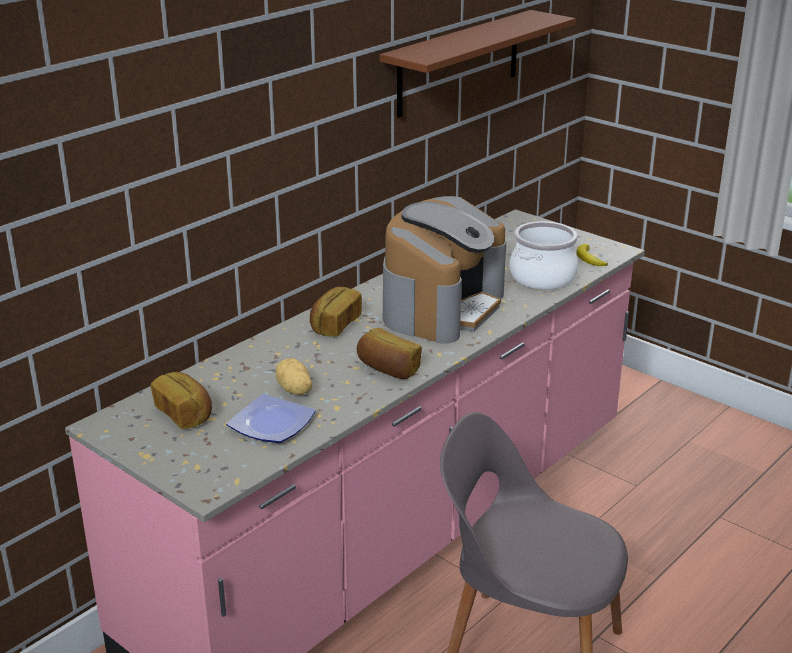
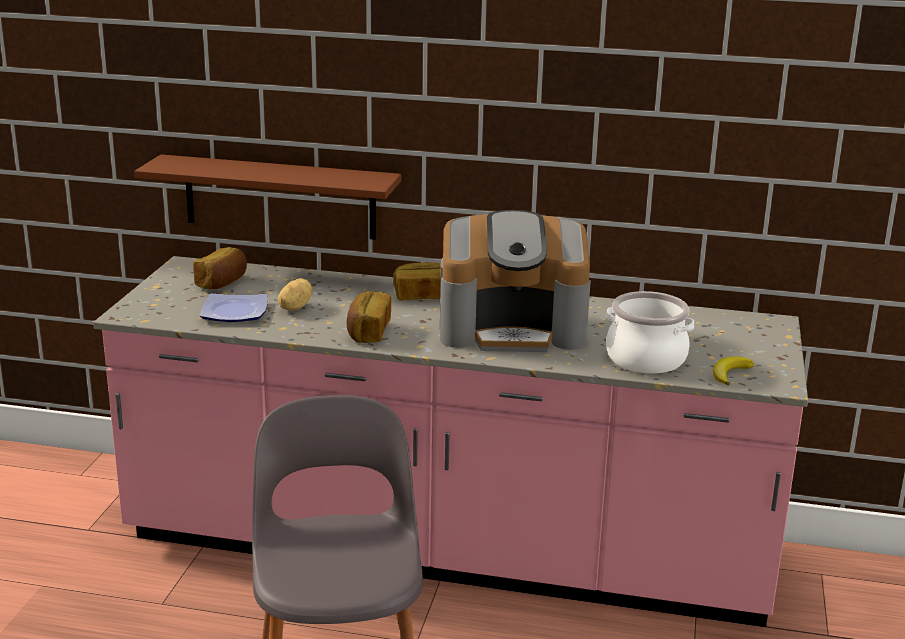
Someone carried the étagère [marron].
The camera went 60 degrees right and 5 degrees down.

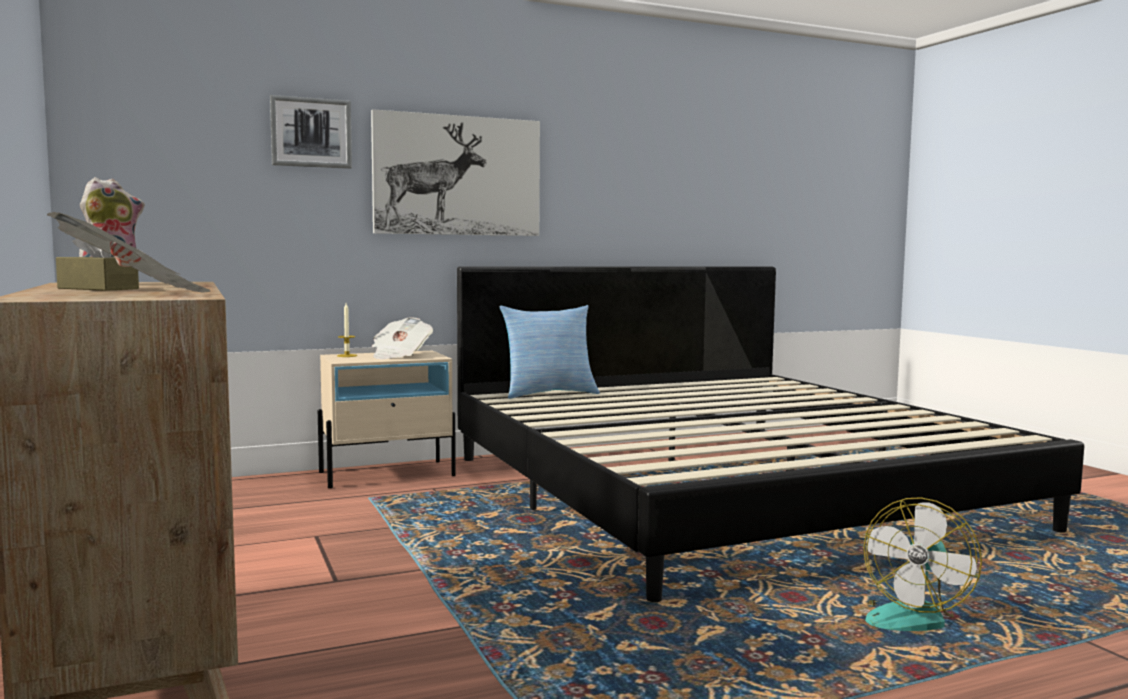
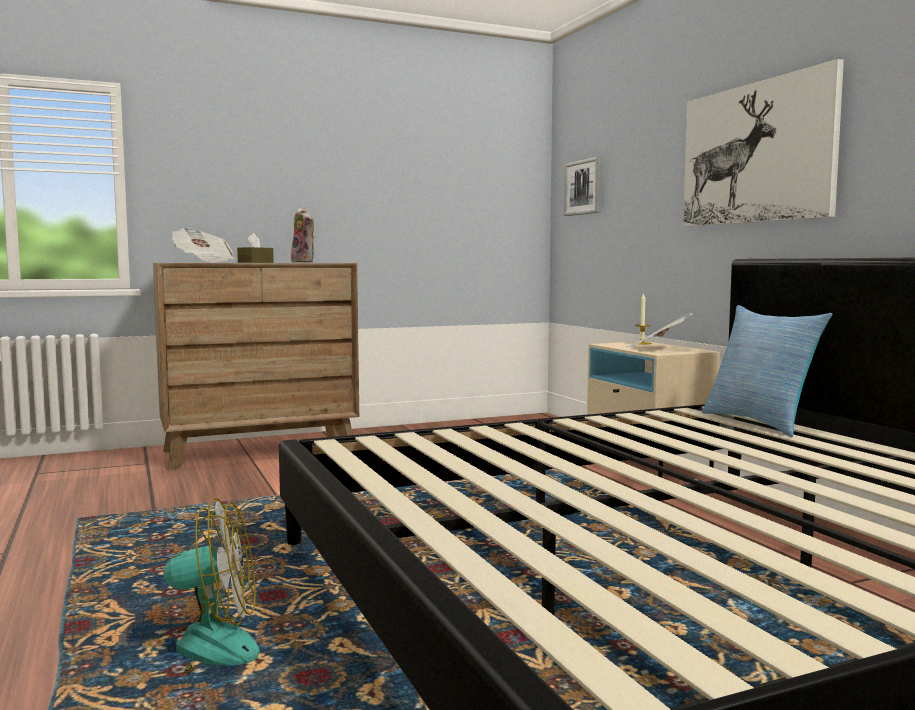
Someone carried the tableau (no. 1 from left).
Someone rotated the ventilateur by 135 degrees clockwise.
The camera went 90 degrees right and 0 degrees up.

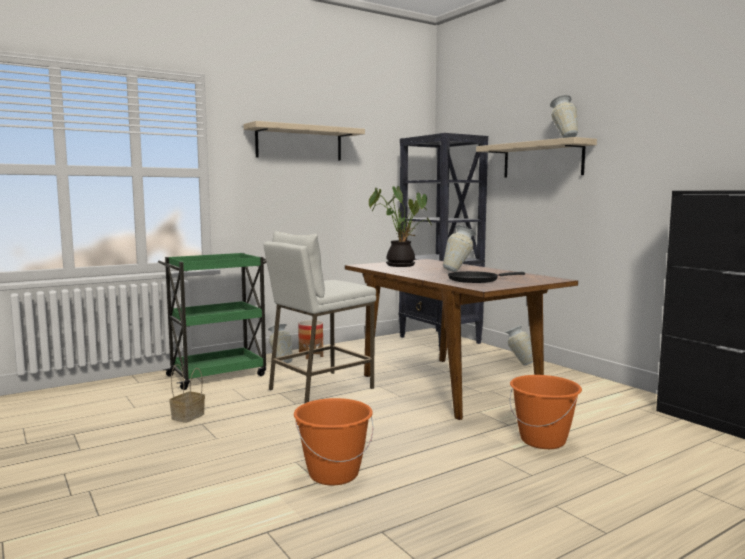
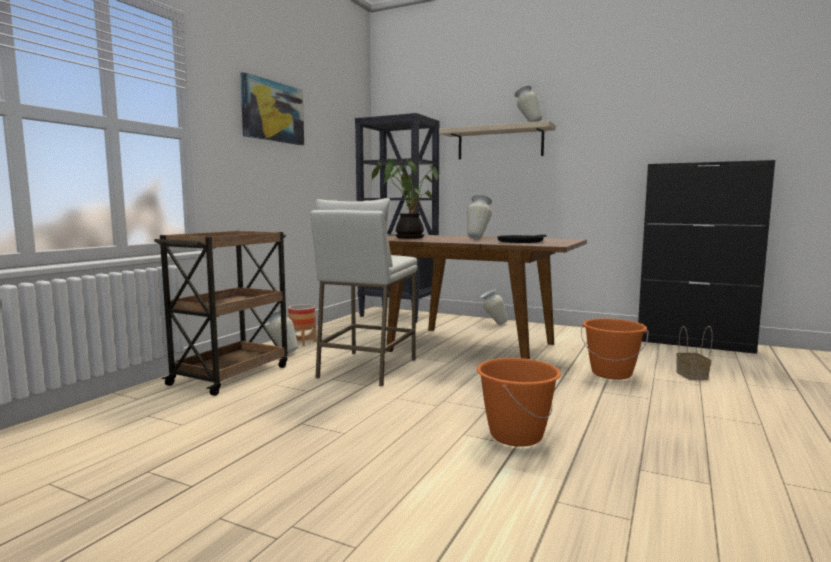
Someone repainted the chariot [vert], which became the chariot [marron].
Someone carried the panier.
Someone swapped the étagère [beige] (no. 1 from left) for the tableau.
The camera went 30 degrees left and 0 degrees up.

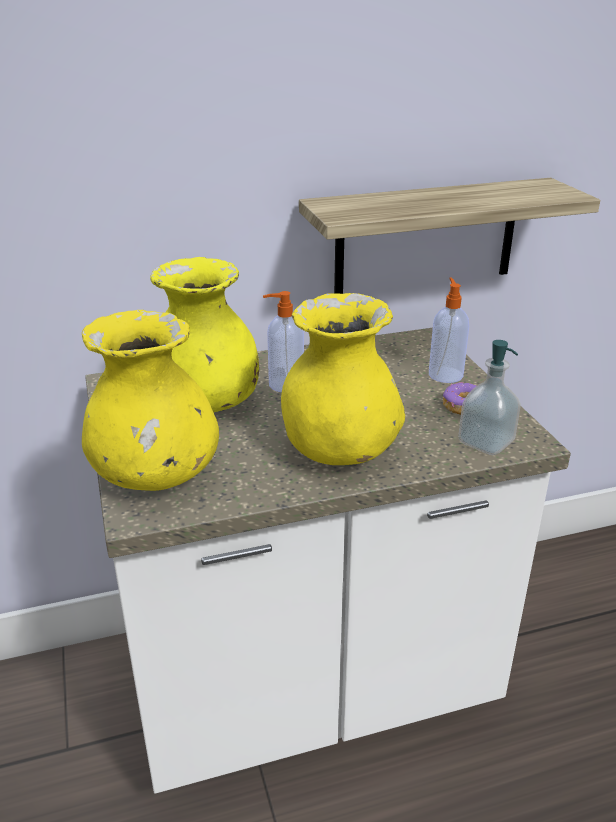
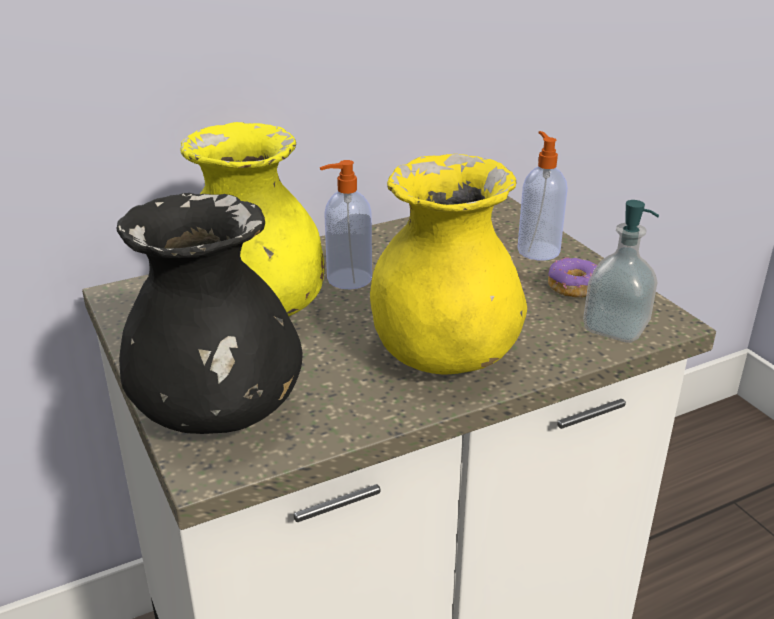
Someone repainted the vase [jaune] (no. 1 from left), which became the vase [noir].
Someone took away the étagère.
The camera went 10 degrees left and 0 degrees up.

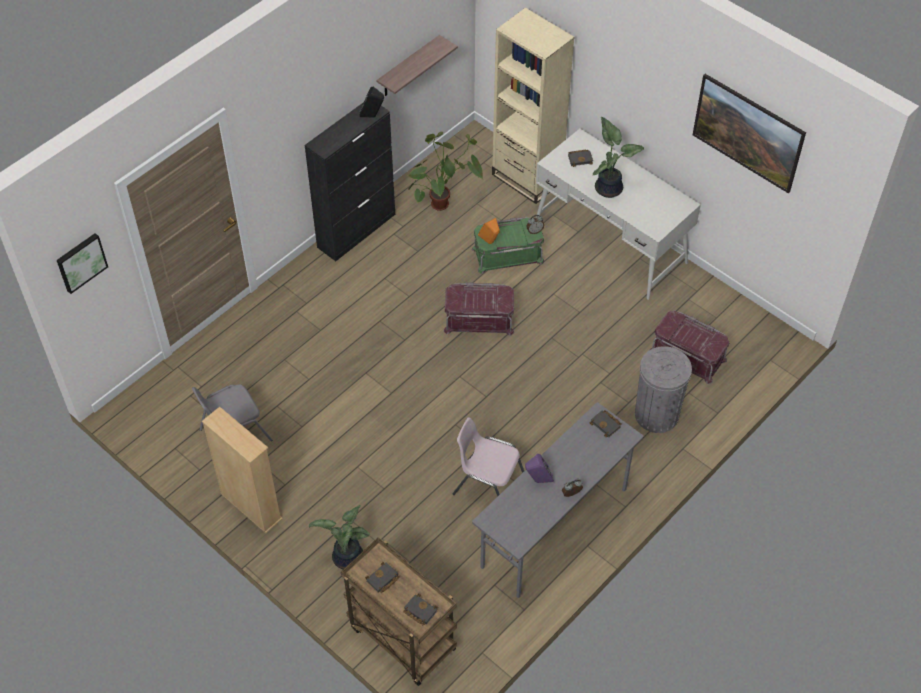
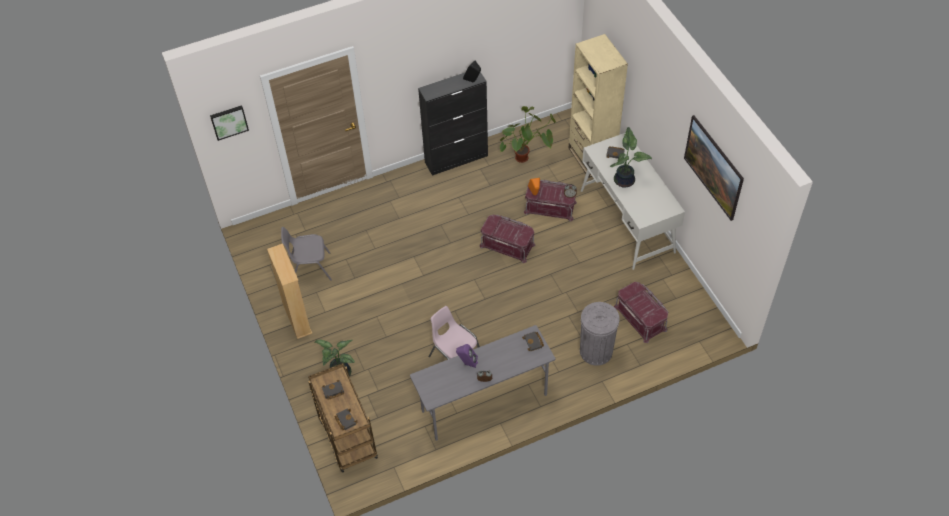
Someone took away the étagère.
Someone repainted the boîte de rangement [vert], which became the boîte de rangement [rouge] (no. 2 from left).
The camera went 25 degrees right and 0 degrees up.

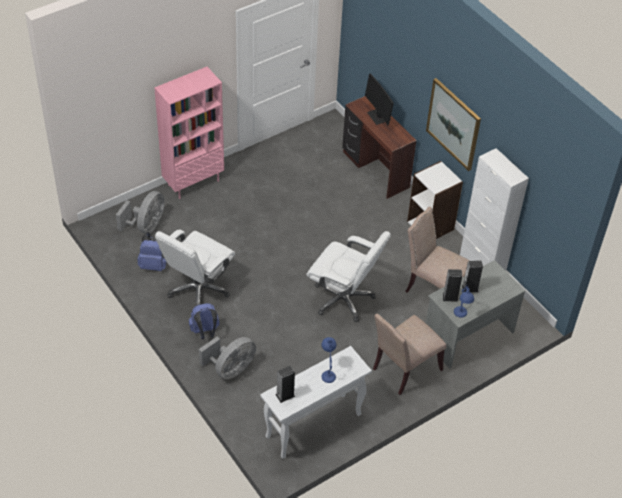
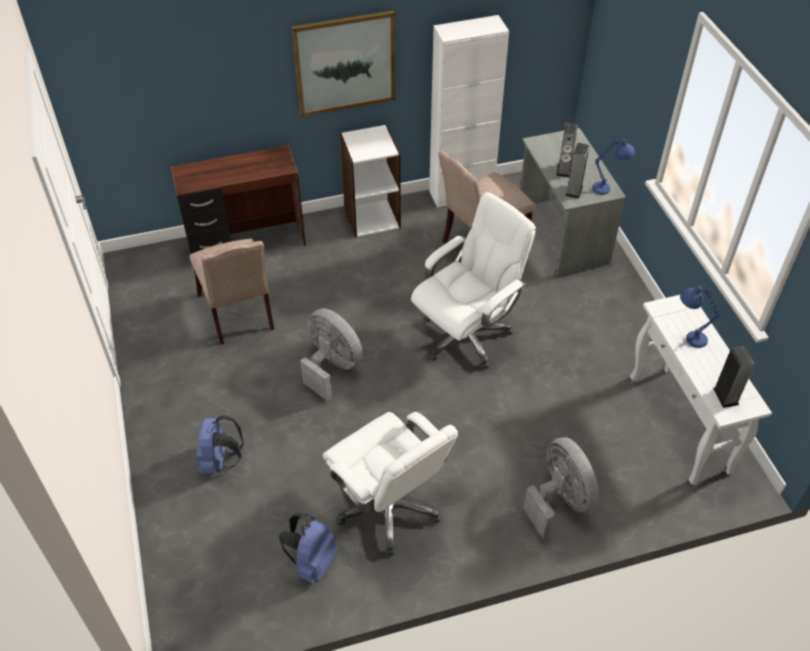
Someone carried the ventilateur [gris] (no. 1 from left).
Someone took away the bibliothèque [rose].
Someone carried the sac à dos [bleu] (no. 2 from left in the first image).
Someone took away the écran d'ordinateur.
Someone carried the chaise [beige] (no. 1 from left).
The camera went 70 degrees left and 0 degrees up.

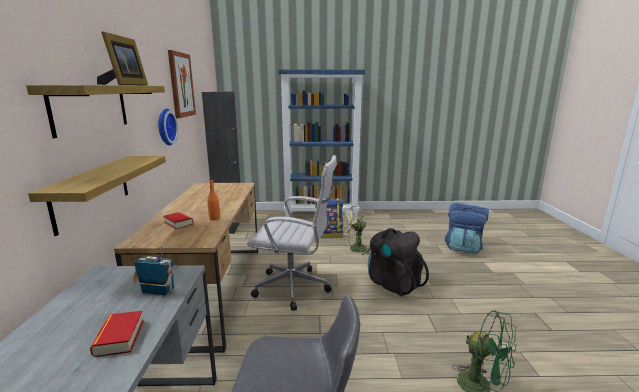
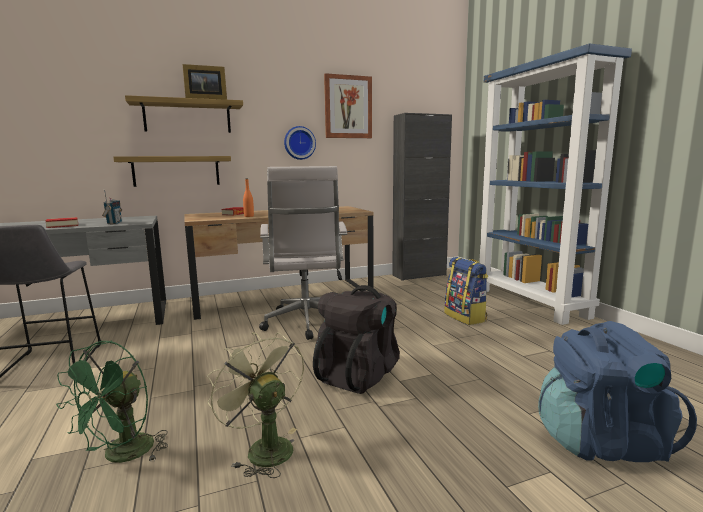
Someone carried the ventilateur [vert] (no. 1 from left in the first image).
The camera went 70 degrees right and 5 degrees down.

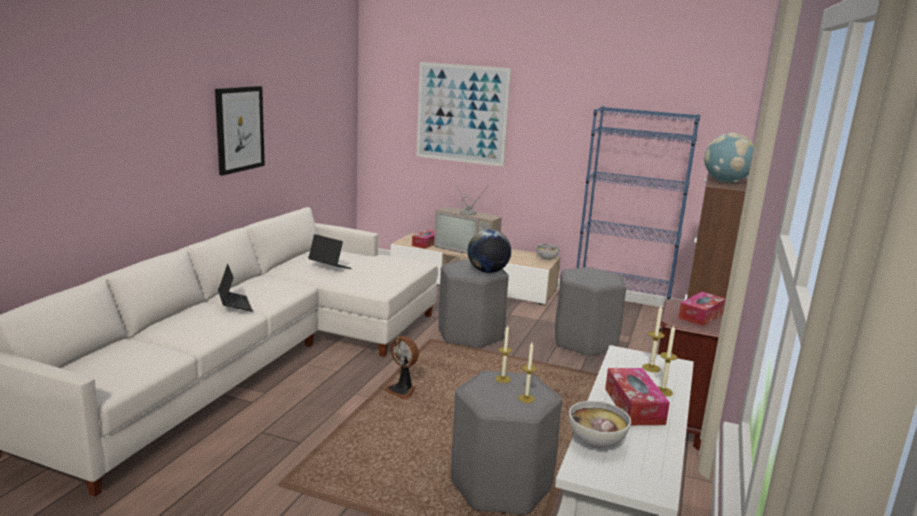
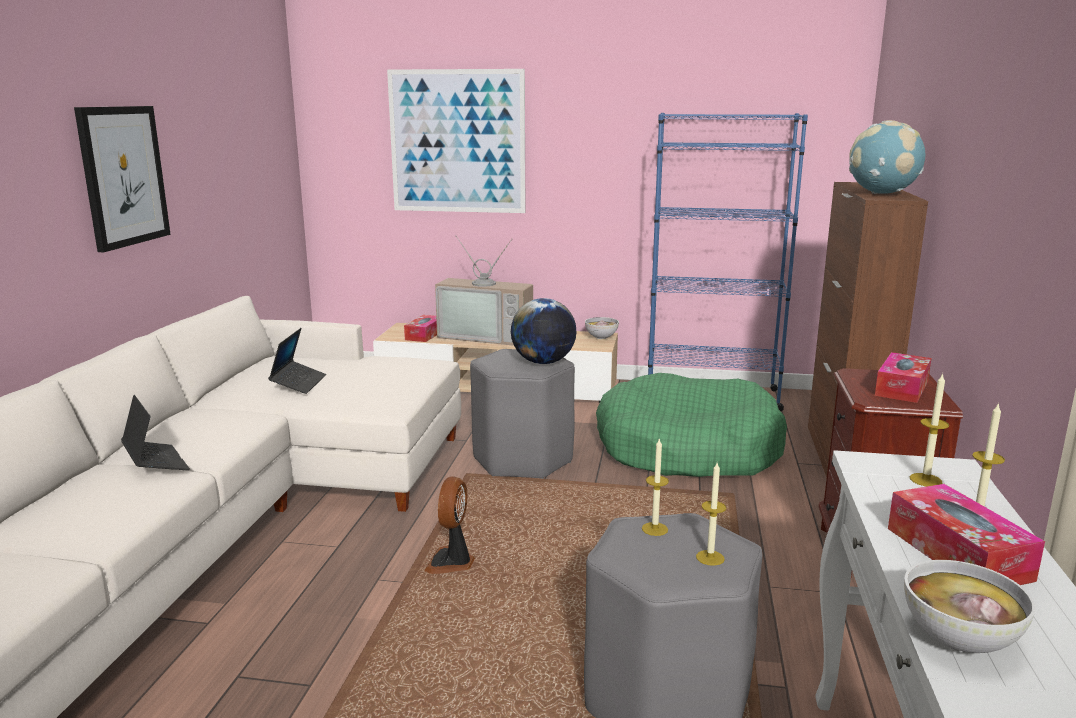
Someone rotated the ordinateur portable (no. 2 from left) by 75 degrees clockwise.
Someone rotated the ventilateur by 75 degrees clockwise.
Someone swapped the tabouret [gris] (no. 3 from left) for the panier pour chien [vert].
The camera went 10 degrees left and 0 degrees up.

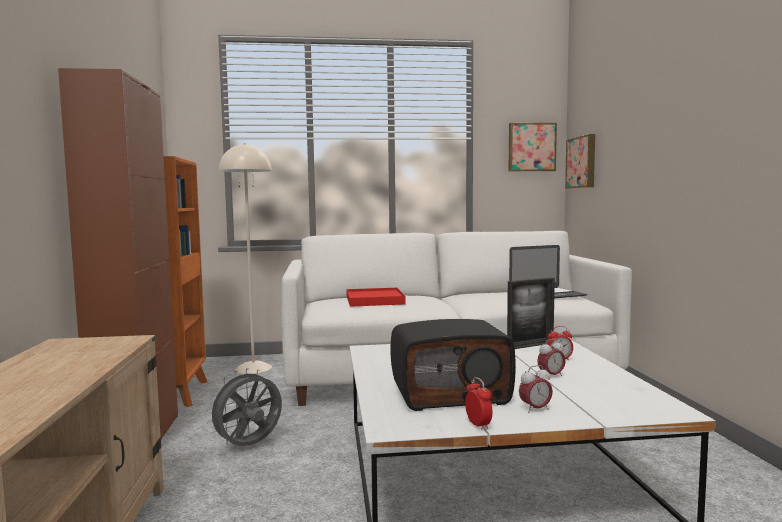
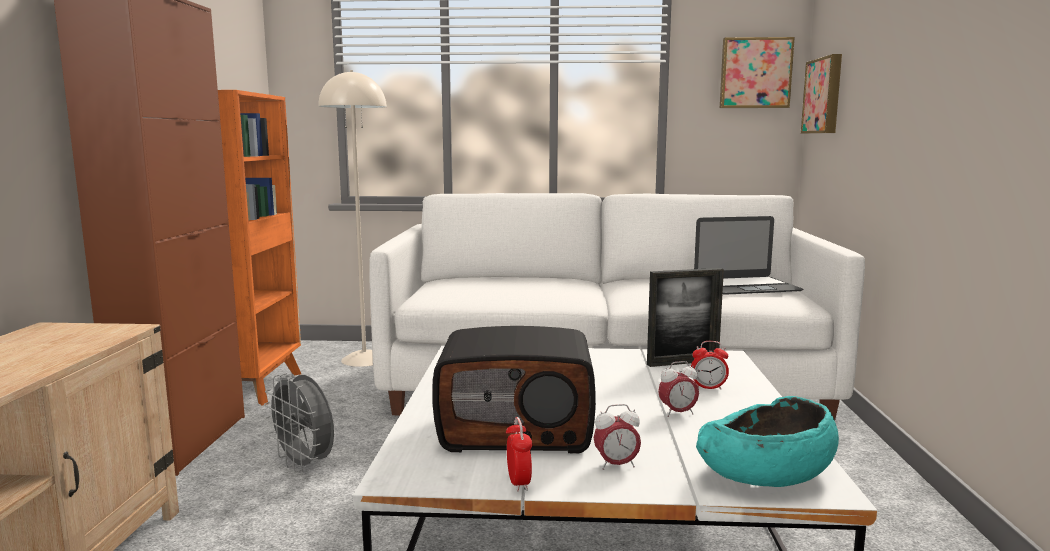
Someone rotated the ventilateur [gris] by 105 degrees counterclockwise.
Someone took away the plateau [rouge].
Someone put down the bol [turquoise].
The camera went 10 degrees right and 5 degrees up.

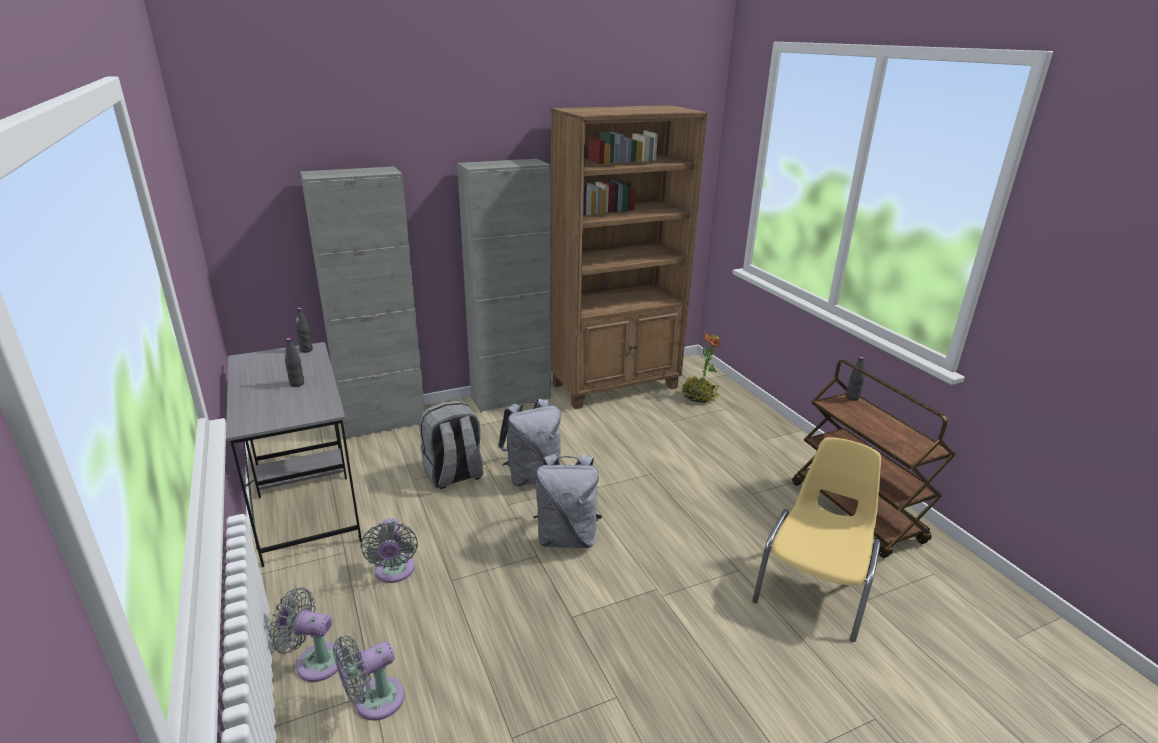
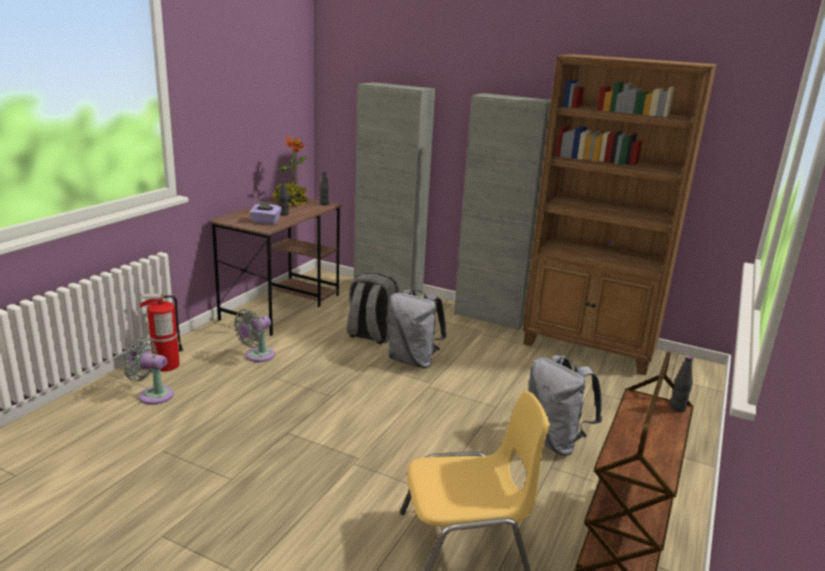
Someone repainted the bureau [gris], which became the bureau [marron].
Someone swapped the ventilateur [gris] (no. 1 from left) for the extincteur.
Someone carried the sac à dos [gris] (no. 3 from left).
Someone carried the plante en pot.
Someone put down the boîte à mouchoirs [violet].
The camera went 50 degrees right and 5 degrees down.

